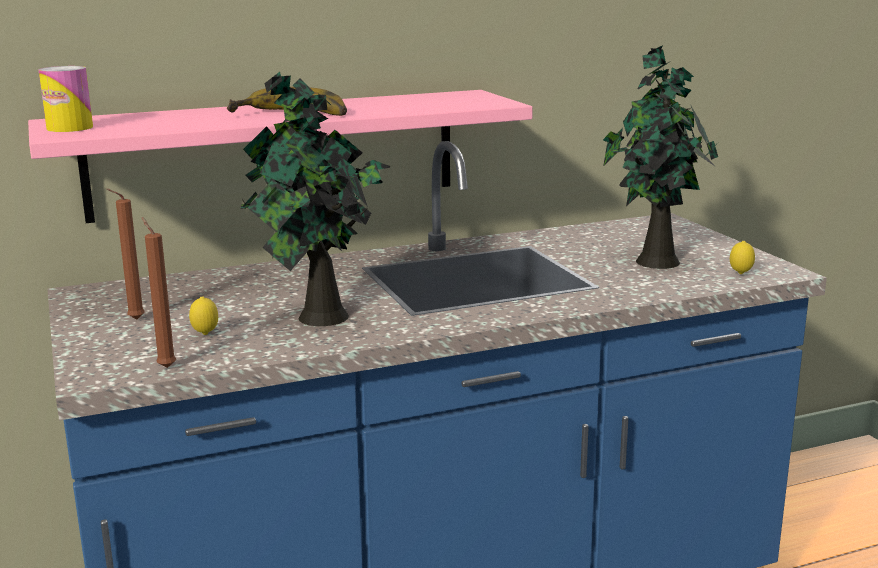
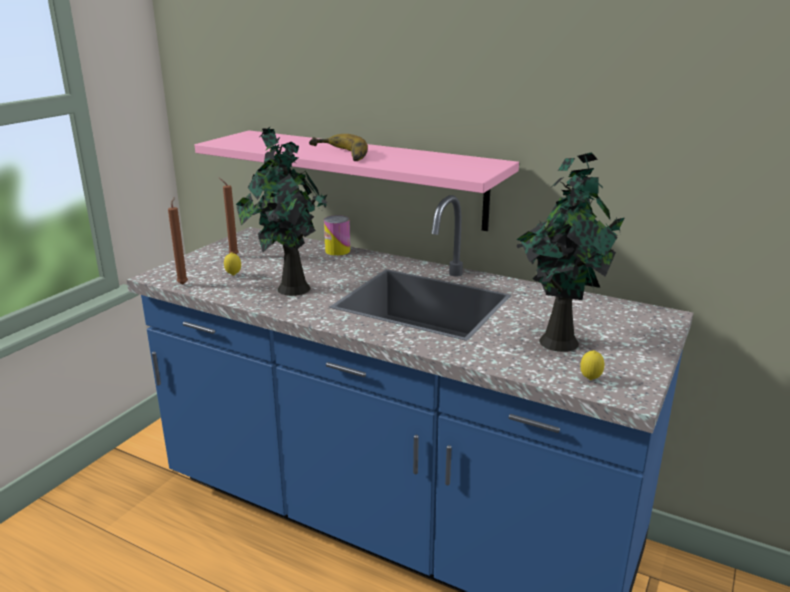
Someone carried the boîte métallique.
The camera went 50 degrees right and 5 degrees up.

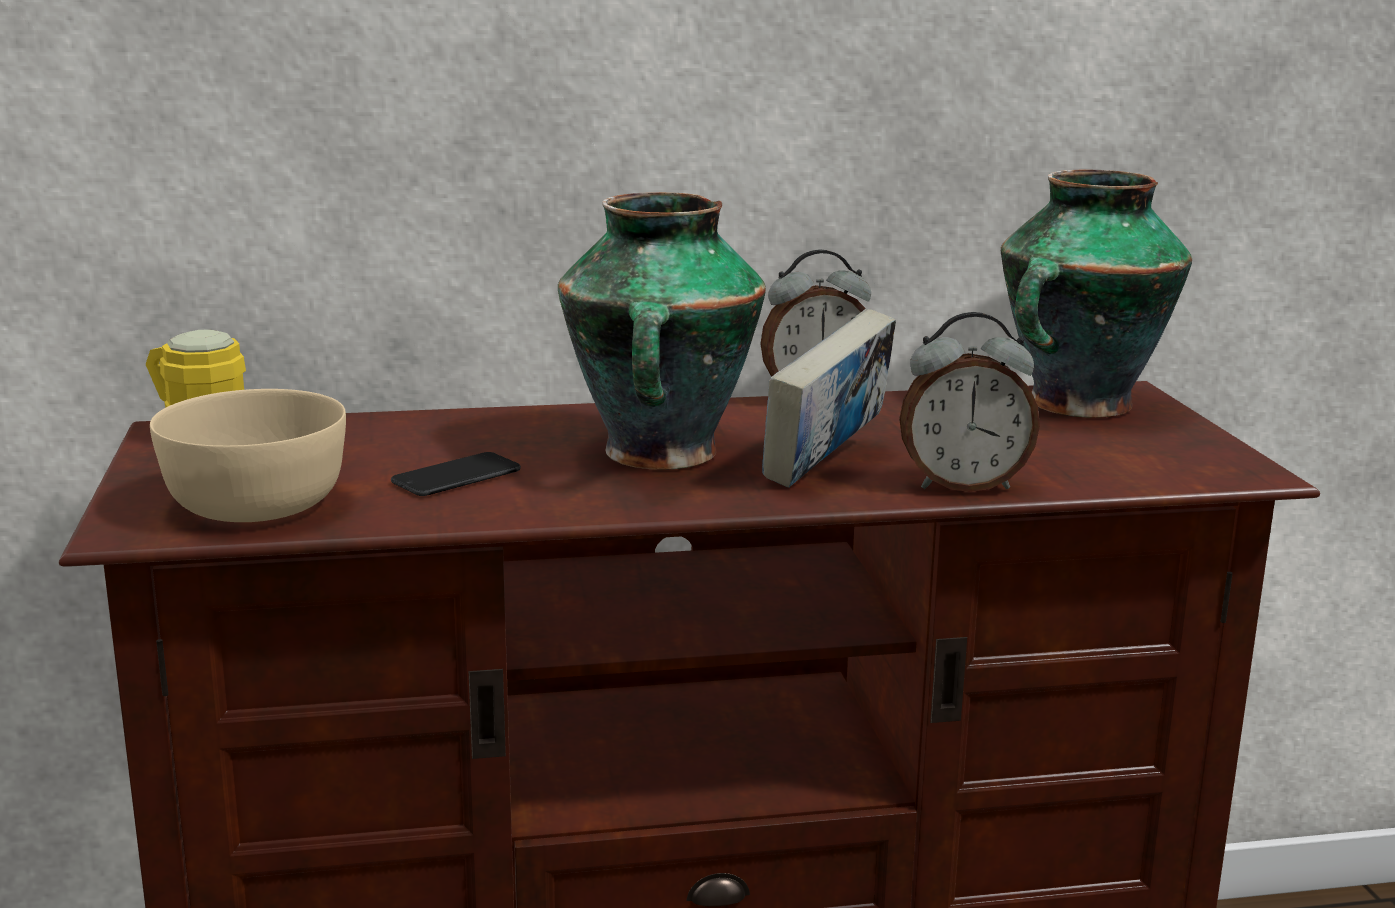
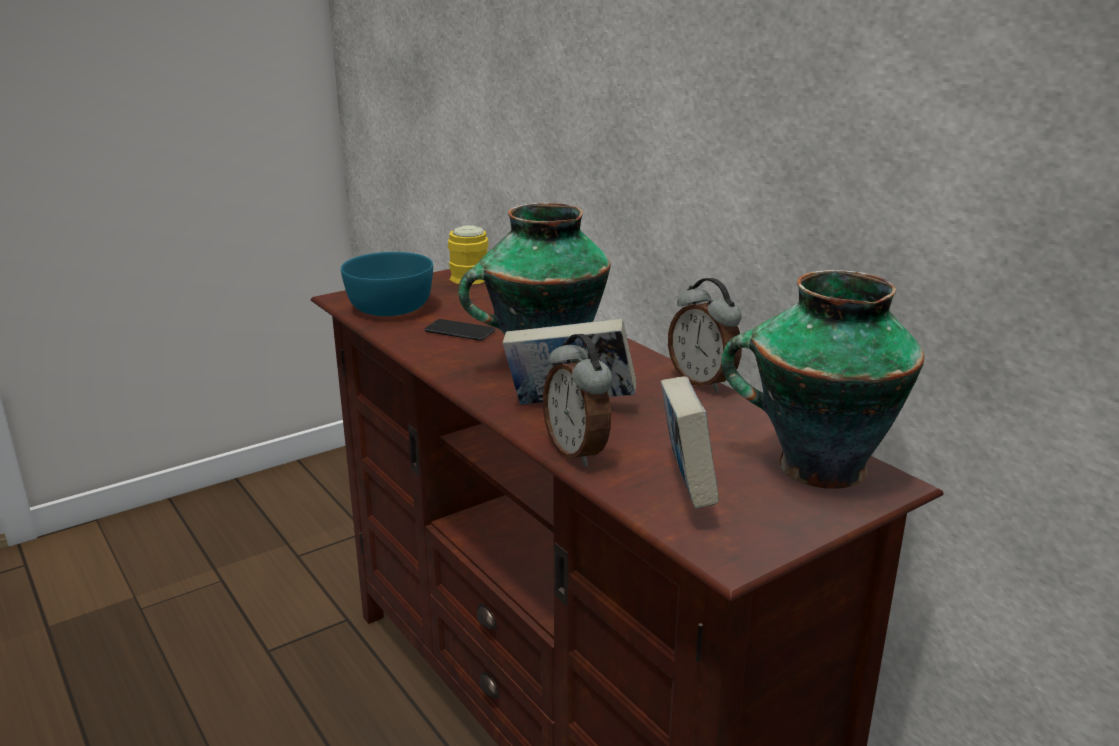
Someone repainted the bol [beige], which became the bol [turquoise].
Someone put down the livre (no. 2 from left).
The camera went 65 degrees right and 5 degrees up.

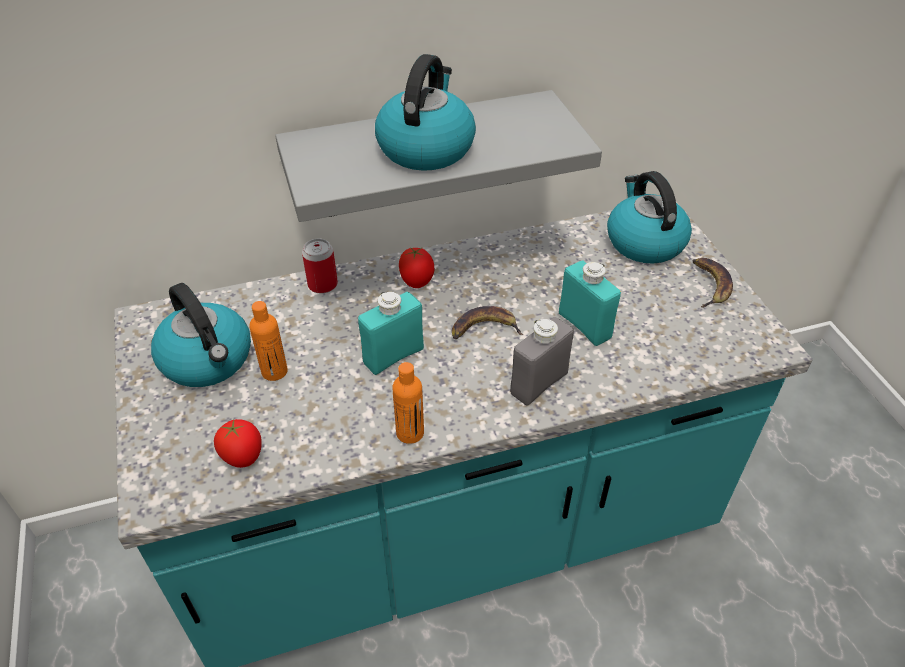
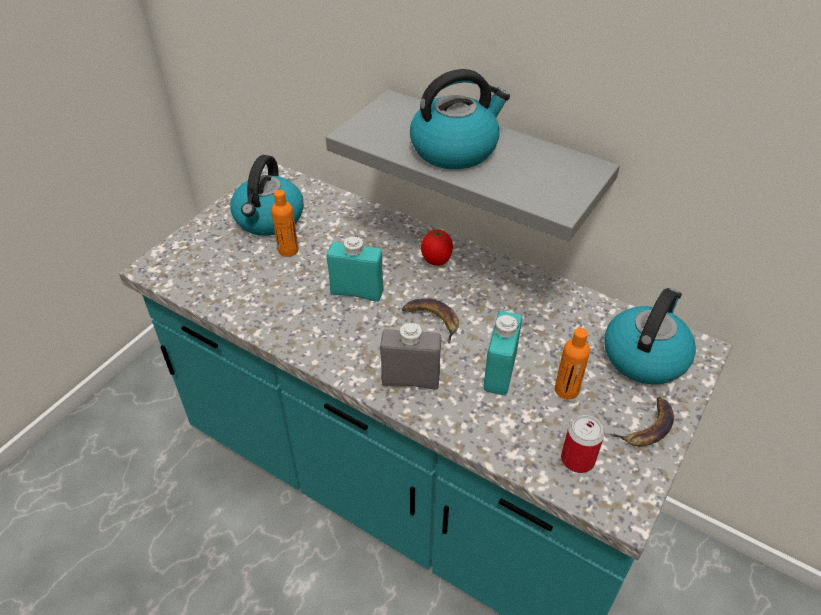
Someone took away the tomate (no. 1 from left).
Someone carried the boîte métallique.
Someone carried the bouteille [orange] (no. 2 from left).
The camera went 50 degrees right and 0 degrees up.

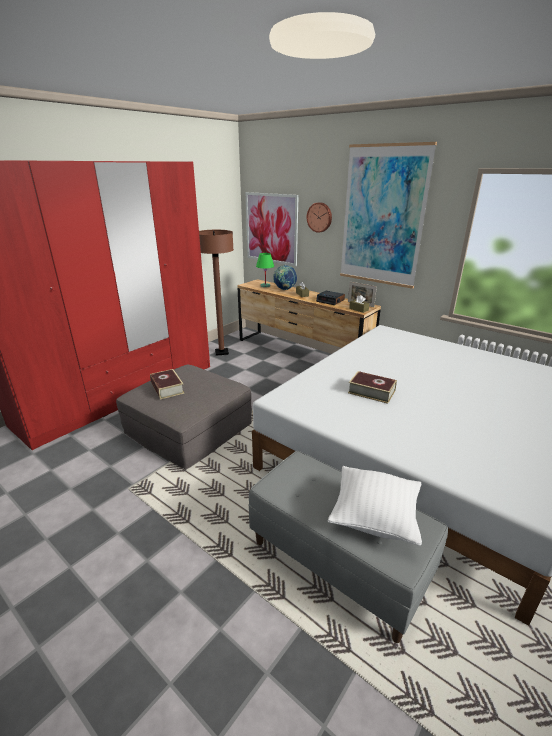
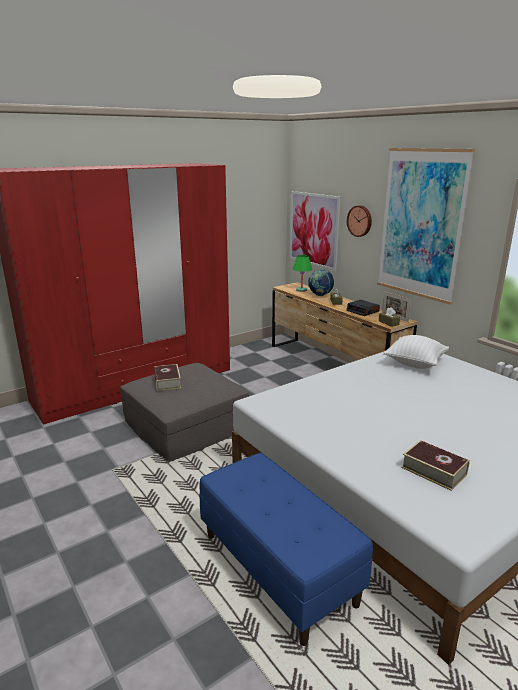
Someone took away the lampadaire [marron].
Someone repainted the banc [gris], which became the banc [bleu].
Someone carried the coussin [blanc].
Someone carried the livre (no. 2 from left).
The camera went 15 degrees right and 5 degrees down.

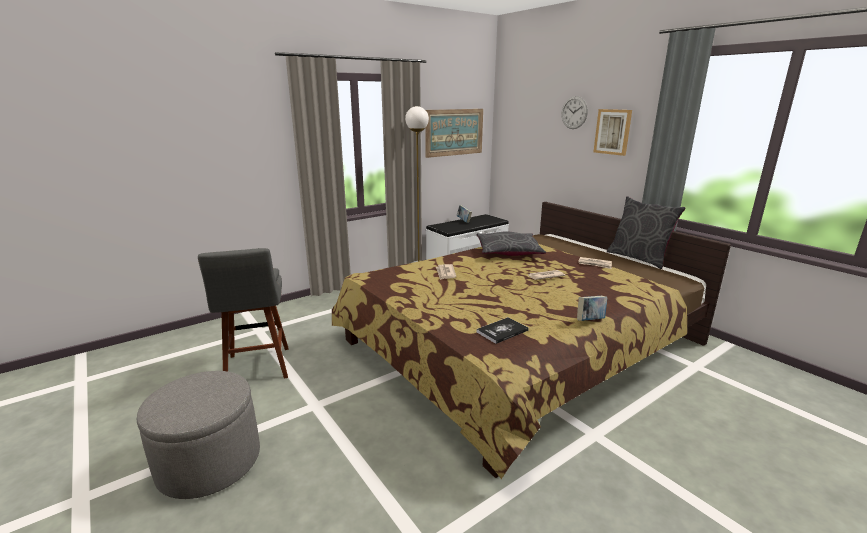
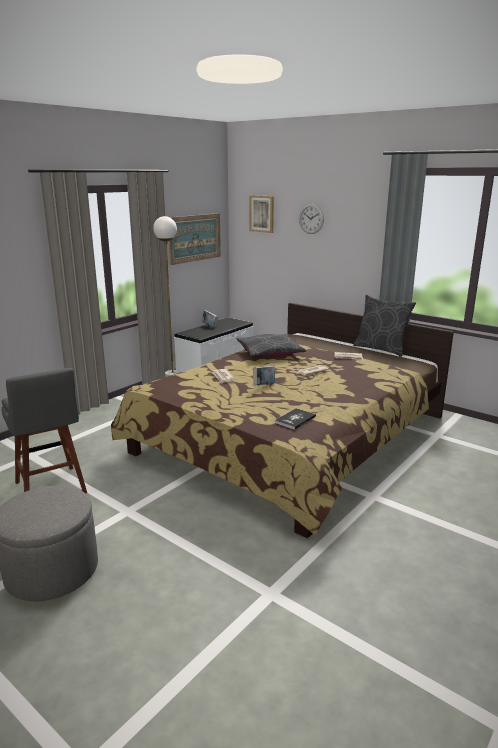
Someone carried the livre (no. 3 from left in the first image).
Someone carried the tableau (no. 2 from left).
The camera went 15 degrees left and 0 degrees up.

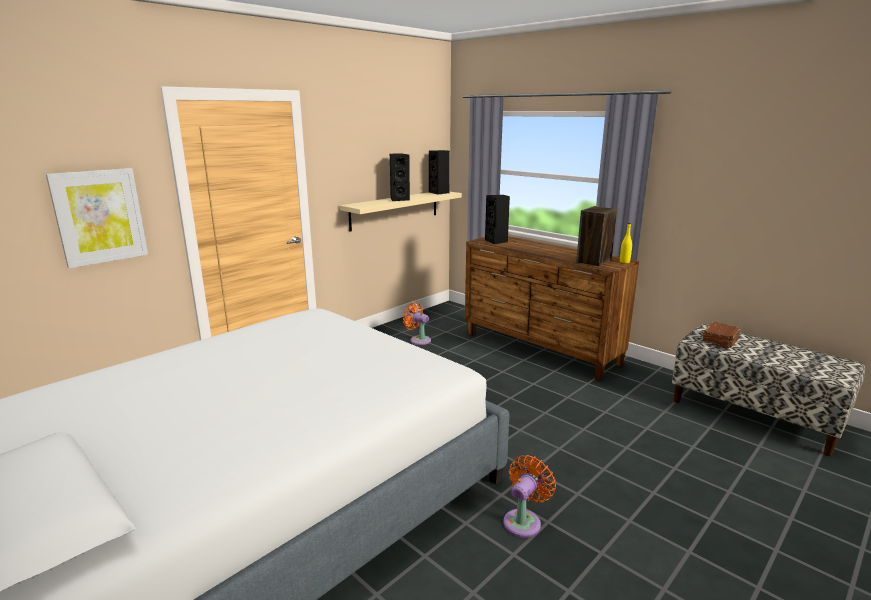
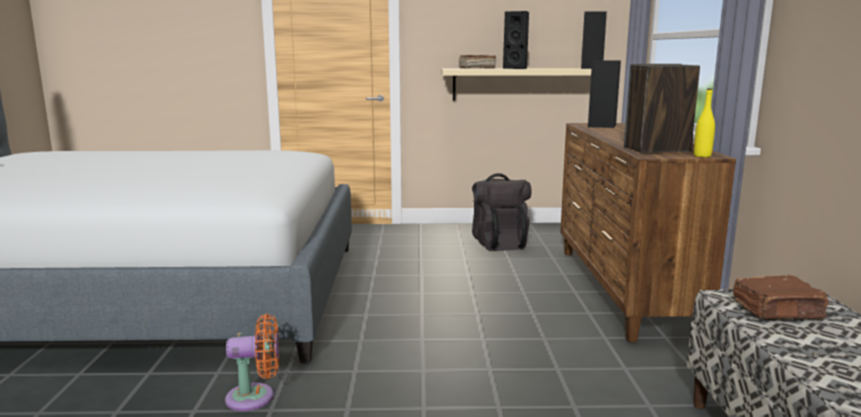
Someone took away the tableau.
Someone swapped the ventilateur [orange] (no. 1 from left) for the sac à dos [noir].
Someone put down the livre [marron] (no. 1 from left).
The camera went 45 degrees right and 5 degrees down.

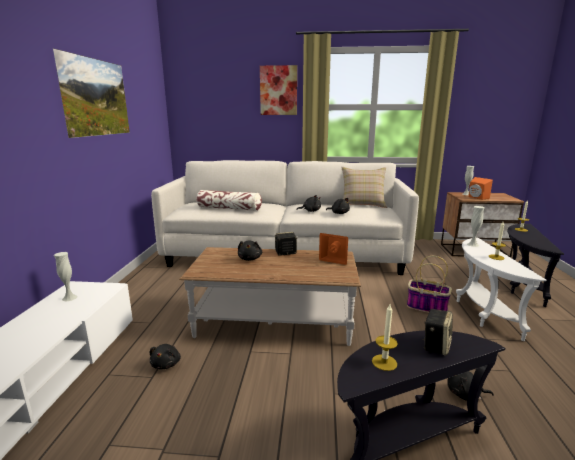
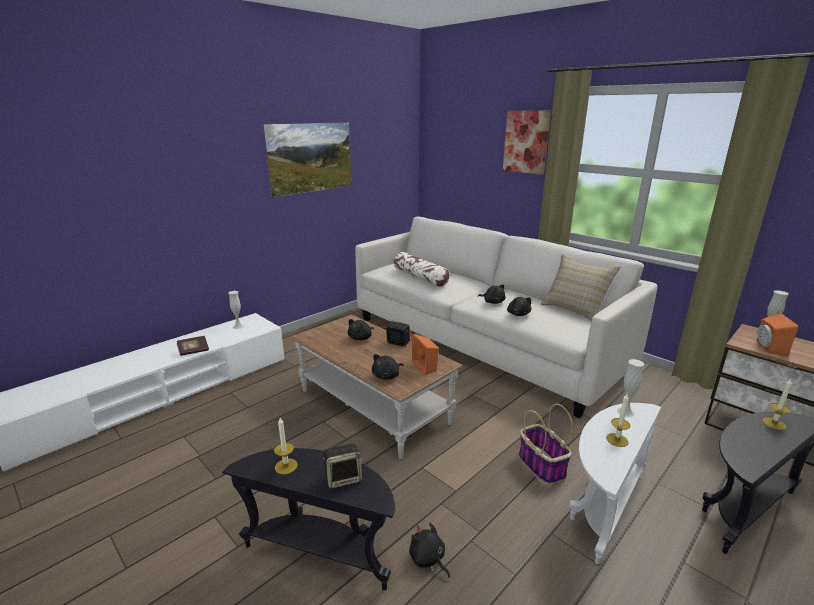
Someone carried the peluche [noir] (no. 1 from left in the first image).
Someone put down the livre.
The camera went 40 degrees right and 5 degrees up.

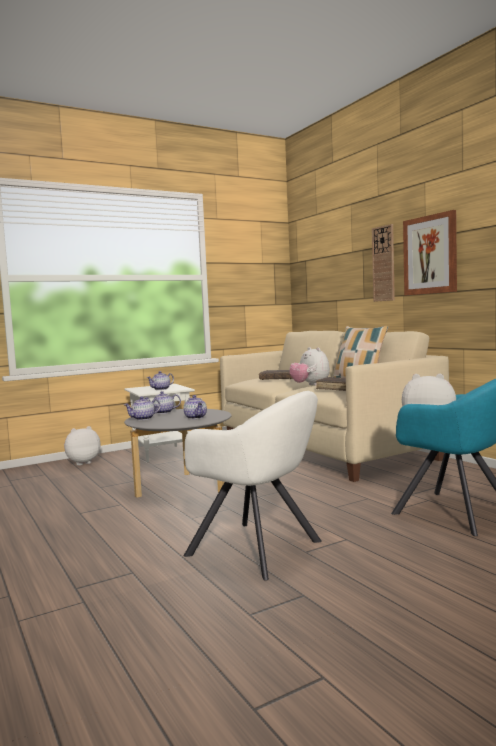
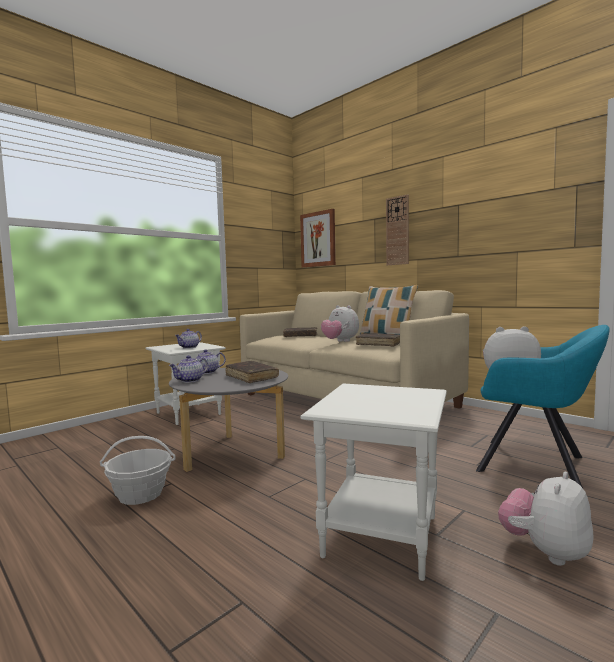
Someone carried the peluche (no. 1 from left in the first image).
Someone swapped the théière (no. 4 from left) for the livre [marron] (no. 1 from left).
Someone swapped the fauteuil [blanc] for the table d'appoint [blanc] (no. 2 from left).
Someone carried the tableau.
Someone put down the panier.
The camera went 15 degrees left and 0 degrees up.

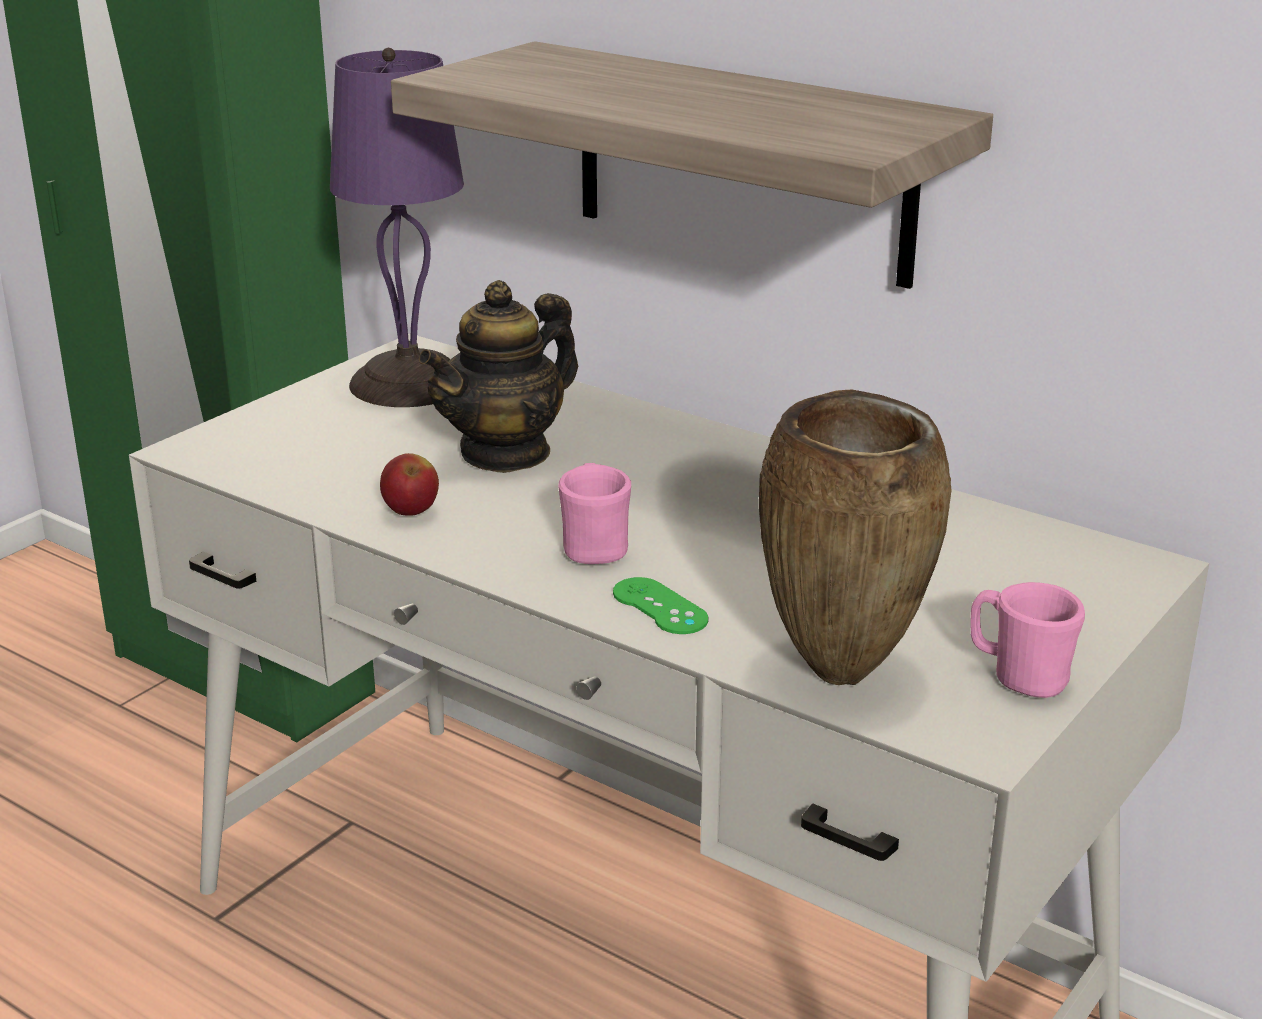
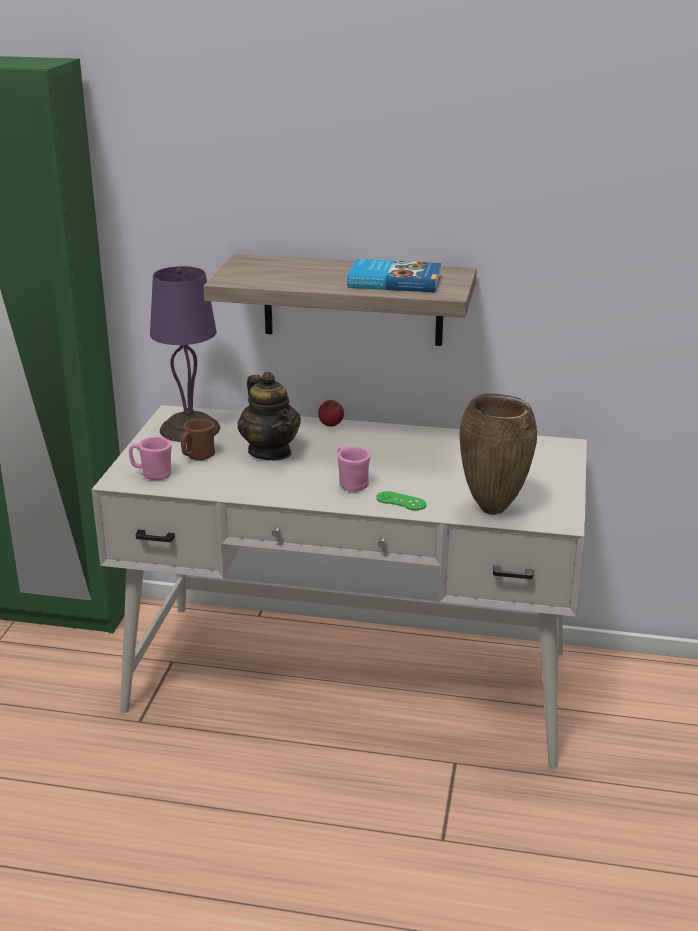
Someone carried the pomme.
Someone rotated the théière by 45 degrees counterclockwise.
Someone carried the mug [rose] (no. 2 from left in the first image).
Someone put down the mug [marron].
Someone put down the livre.
The camera went 25 degrees left and 0 degrees up.

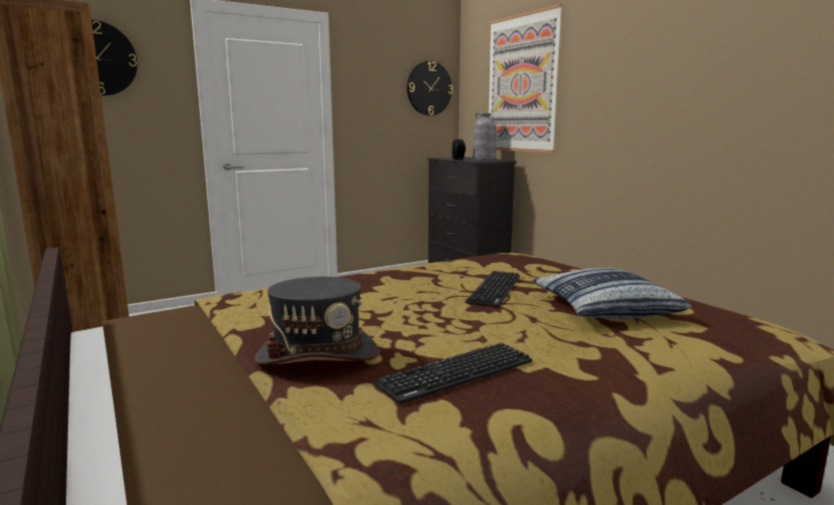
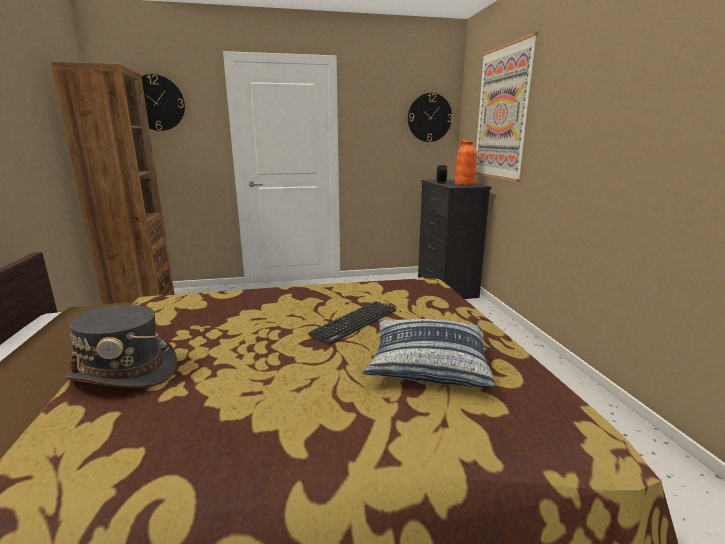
Someone took away the clavier (no. 1 from left).
Someone repainted the vase [gris], which became the vase [orange].
The camera went 20 degrees right and 5 degrees up.

